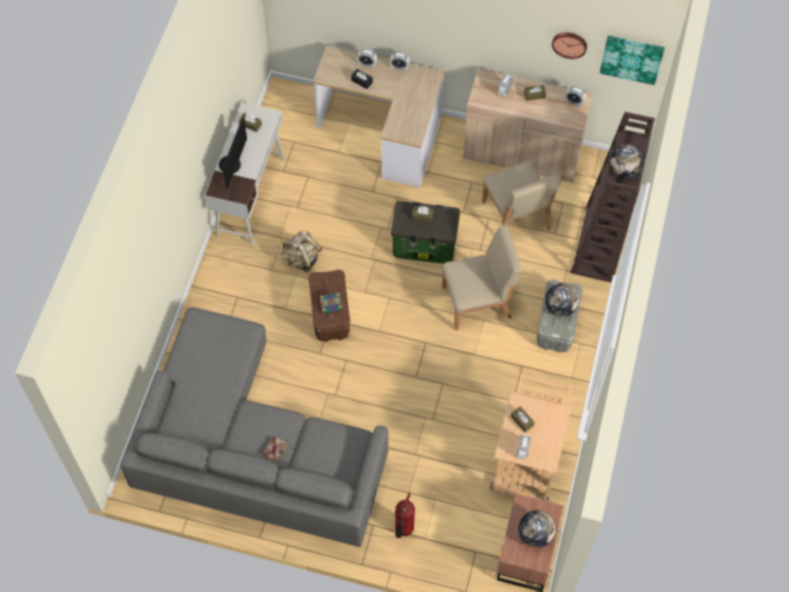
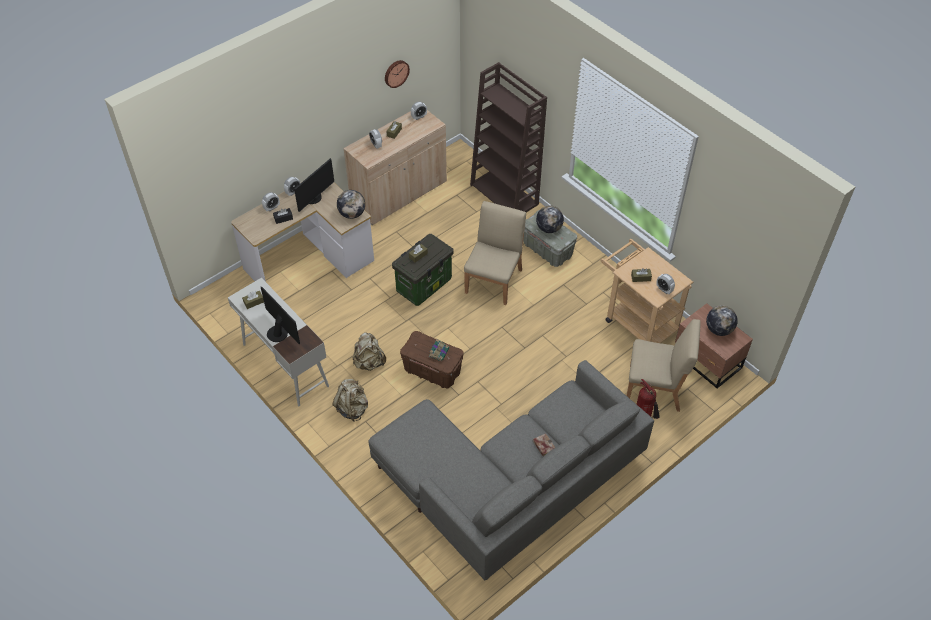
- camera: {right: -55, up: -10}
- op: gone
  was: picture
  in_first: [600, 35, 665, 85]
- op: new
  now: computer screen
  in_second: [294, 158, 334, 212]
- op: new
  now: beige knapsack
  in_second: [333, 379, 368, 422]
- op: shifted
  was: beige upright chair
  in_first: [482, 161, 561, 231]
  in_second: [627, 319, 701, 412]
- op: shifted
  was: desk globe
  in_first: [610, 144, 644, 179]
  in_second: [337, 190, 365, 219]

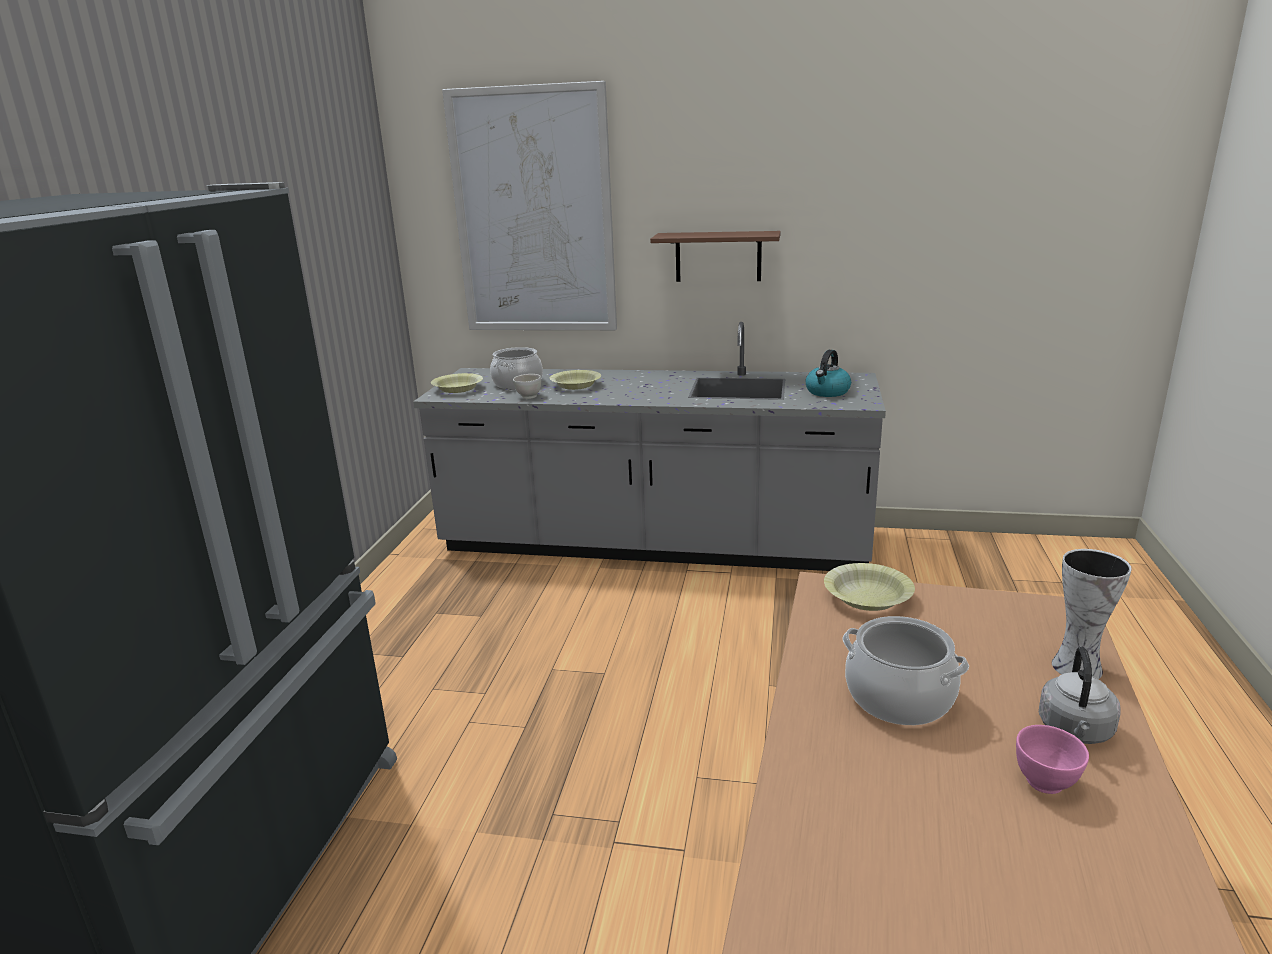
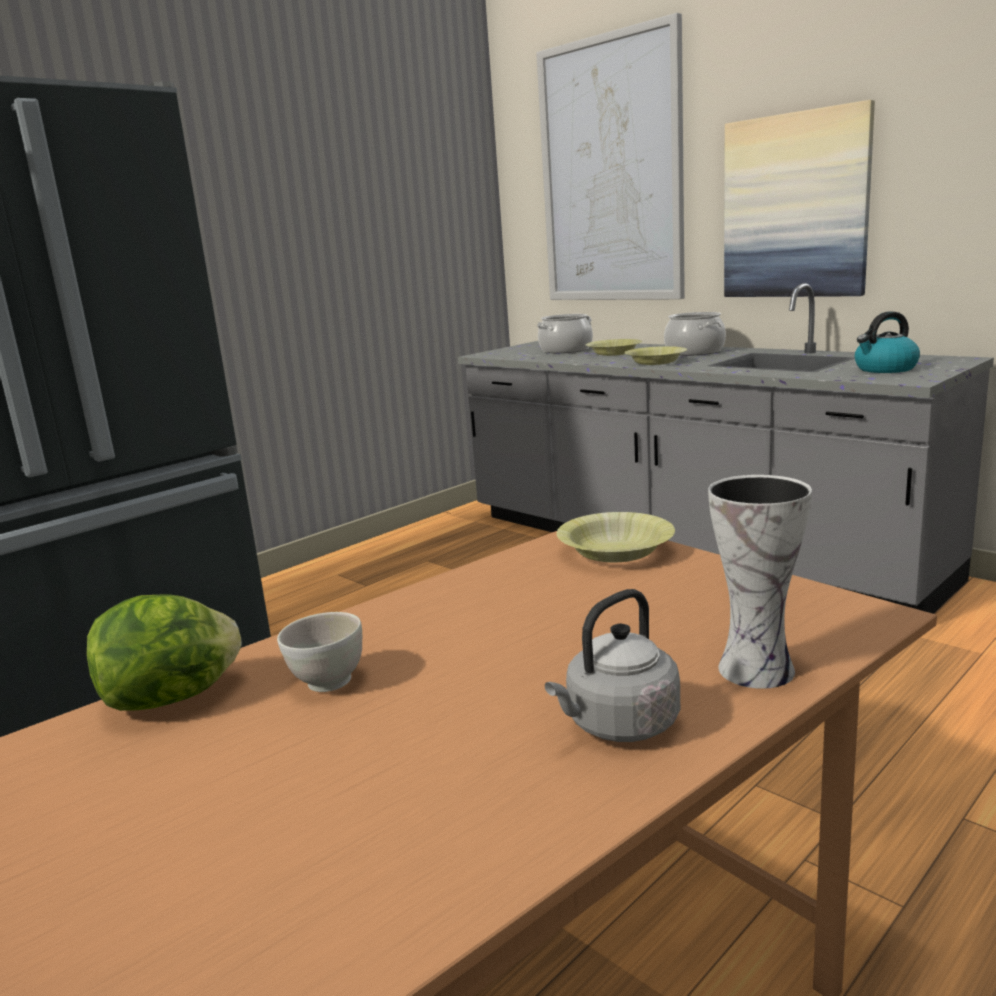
- camera: {right: 35, up: -5}
- op: gone
  was: pink deep dish
  in_first: [1016, 725, 1089, 794]
- op: new
  now: head of lettuce
  in_second: [87, 595, 242, 711]
- op: shifted
  was: yellow deep dish
  in_first: [431, 373, 483, 393]
  in_second: [624, 346, 687, 365]
- op: shifted
  was: whitish deep dish
  in_first: [513, 374, 541, 399]
  in_second: [277, 612, 362, 692]
- op: shifted
  was: cooking pot
  in_first: [842, 616, 969, 725]
  in_second: [664, 312, 726, 356]
- op: swapped
  was: brown bracket shelf
  now: picture
  in_first: [650, 231, 781, 282]
  in_second: [724, 100, 875, 297]

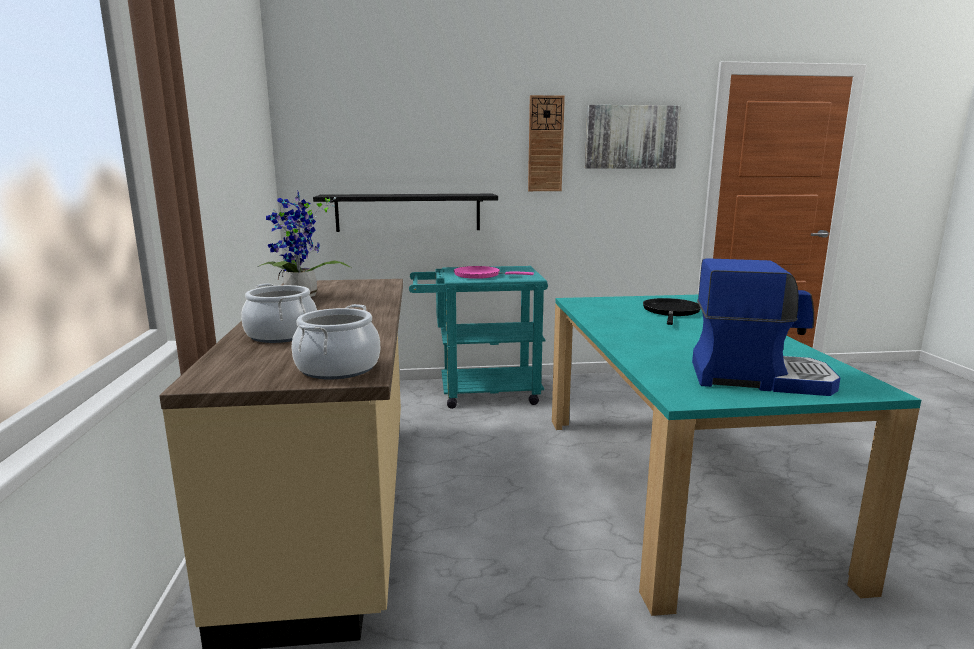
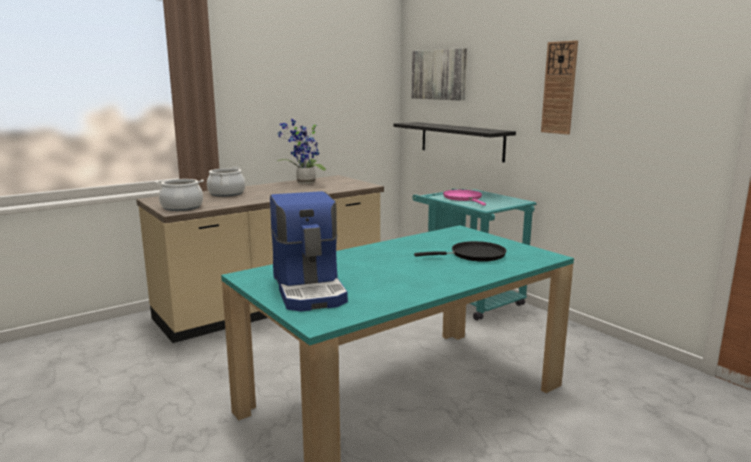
- camera: {right: 60, up: 0}
- op: shifted
  was: picture
  in_first: [585, 105, 681, 169]
  in_second: [412, 48, 467, 101]

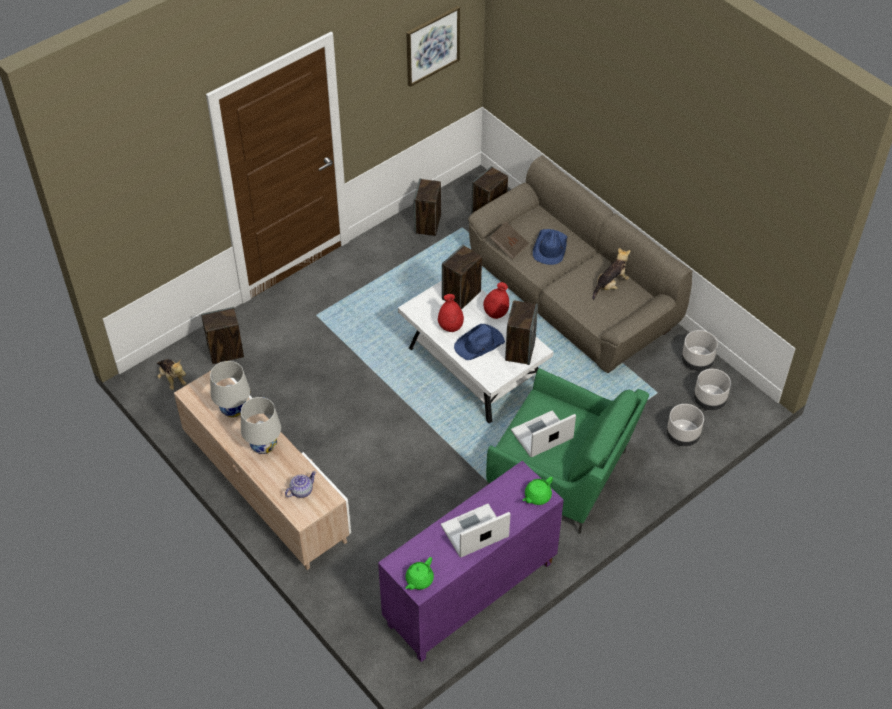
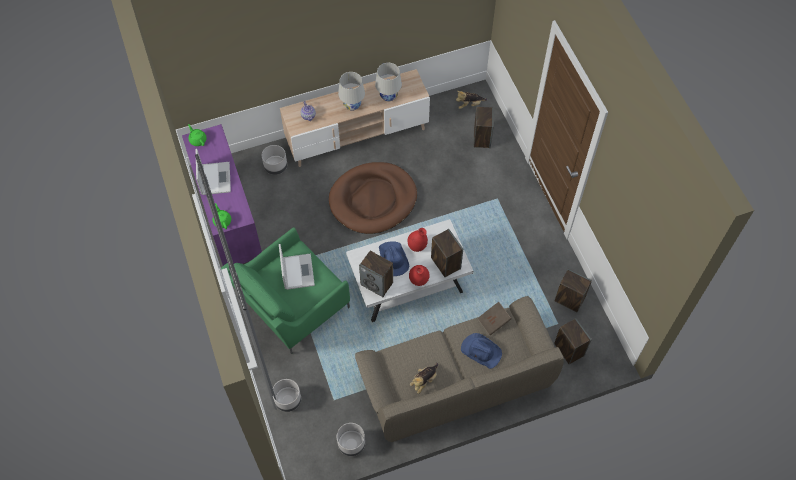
- camera: {right: 110, up: 10}
- op: gone
  was: picture
  in_first: [406, 6, 460, 87]
- op: new
  now: brown dog cushion
  in_second: [329, 162, 417, 234]
- op: shifted
  was: grey plant pot
  in_first: [694, 369, 731, 410]
  in_second: [262, 145, 287, 175]
- op: rotated
  was: soft toy
  in_first: [592, 248, 630, 299]
  in_second: [410, 363, 438, 394]
  clockwise: 60

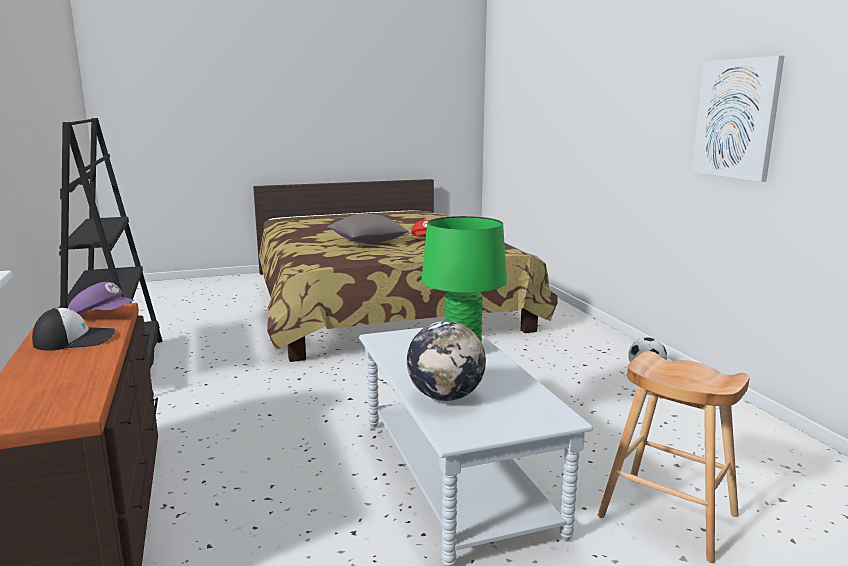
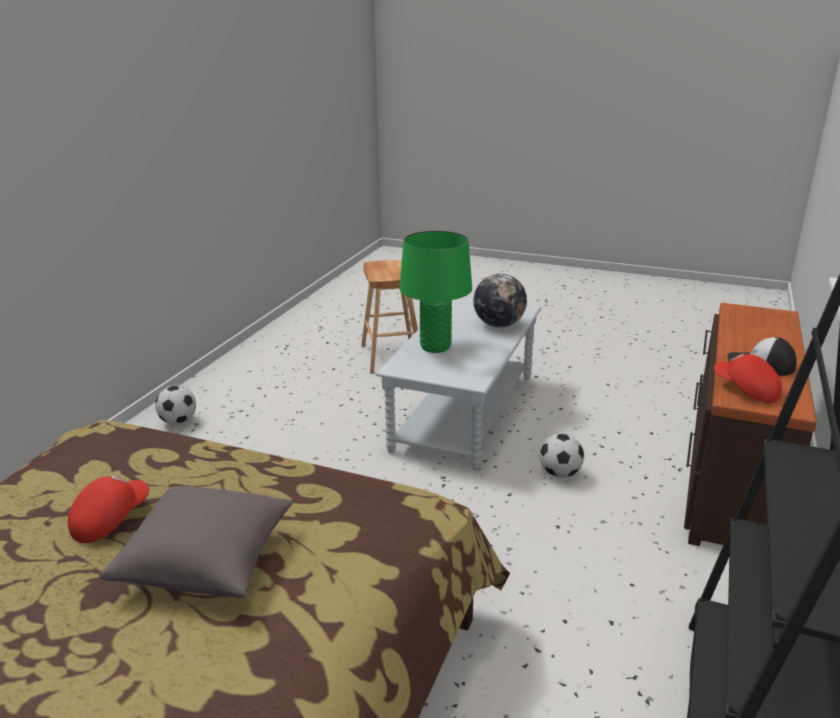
- camera: {right: -140, up: 10}
- op: gone
  was: picture
  in_first: [692, 55, 784, 182]
- op: new
  now: football ball
  in_second: [539, 433, 584, 478]
- op: repainted
  was: purple cap
  now: reddish cap
  in_first: [68, 282, 134, 315]
  in_second: [714, 354, 782, 403]

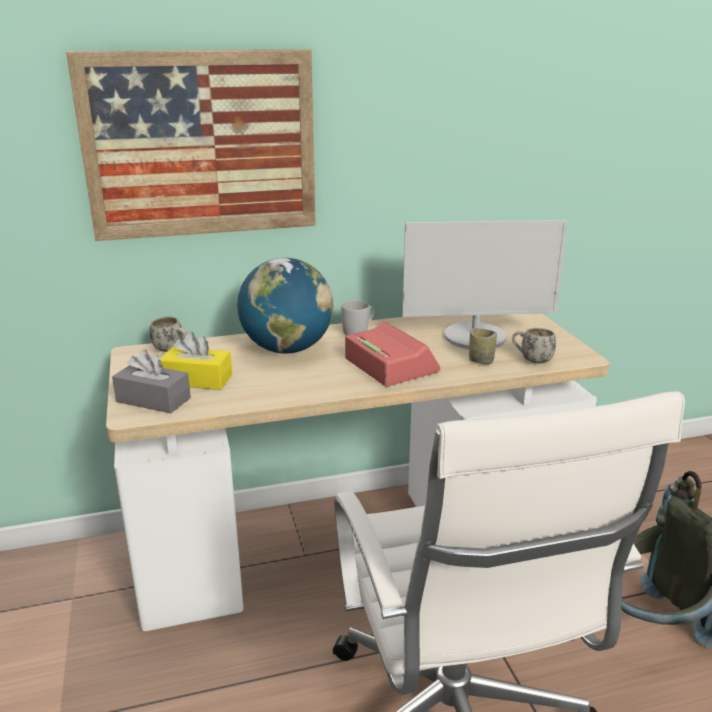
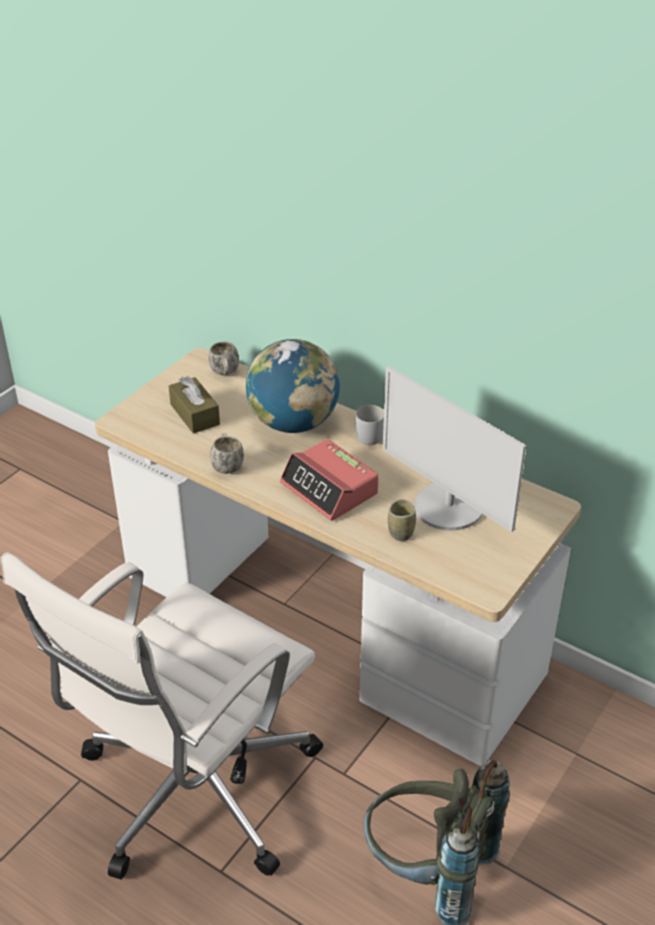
- camera: {right: 50, up: 15}
- op: gone
  was: picture
  in_first: [66, 49, 316, 241]
- op: gone
  was: grey tissue holder
  in_first: [112, 350, 191, 413]
- op: shifted
  was: whitish coffee mug
  in_first: [512, 328, 556, 364]
  in_second: [210, 433, 244, 474]
- op: repainted
  was: yellow tissue holder
  now: brown tissue holder
  in_first: [160, 332, 232, 390]
  in_second: [169, 376, 220, 434]
- op: rotated
  was: table clock
  in_first: [345, 321, 440, 387]
  in_second: [280, 439, 378, 521]
  clockwise: 120

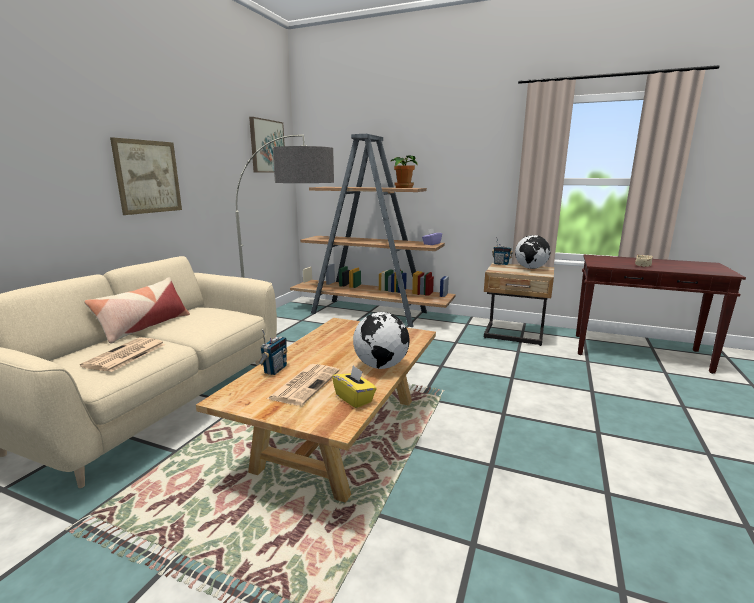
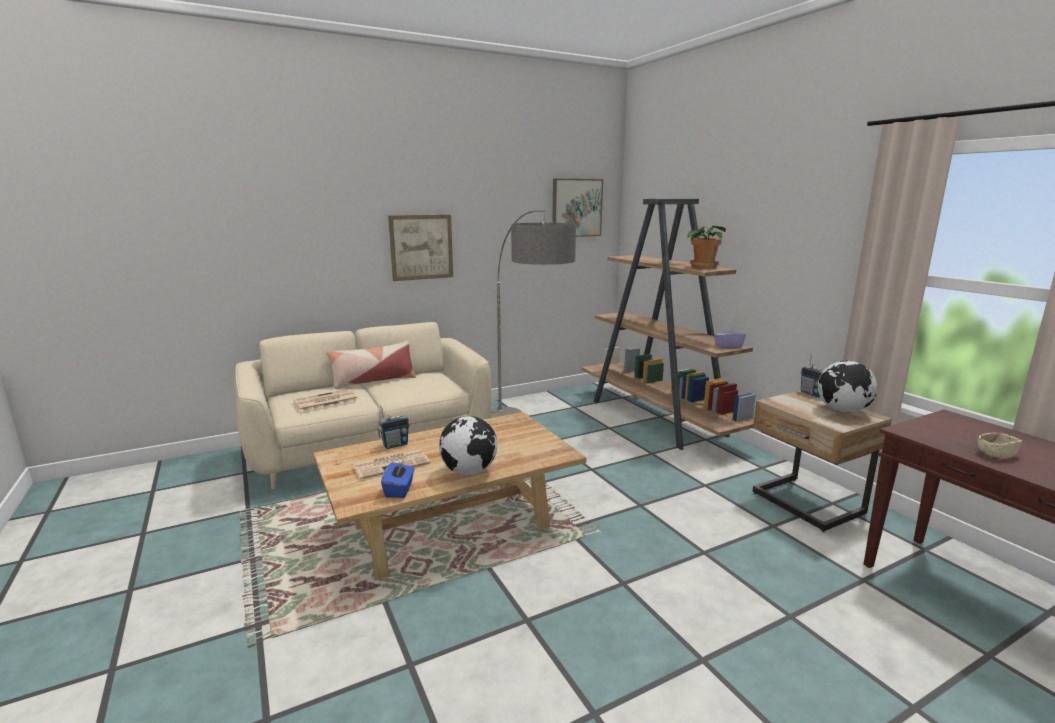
- camera: {right: 40, up: 0}
- op: repainted
  was: yellow tissue holder
  now: bluish tissue holder
  in_first: [332, 365, 377, 408]
  in_second: [381, 460, 415, 498]

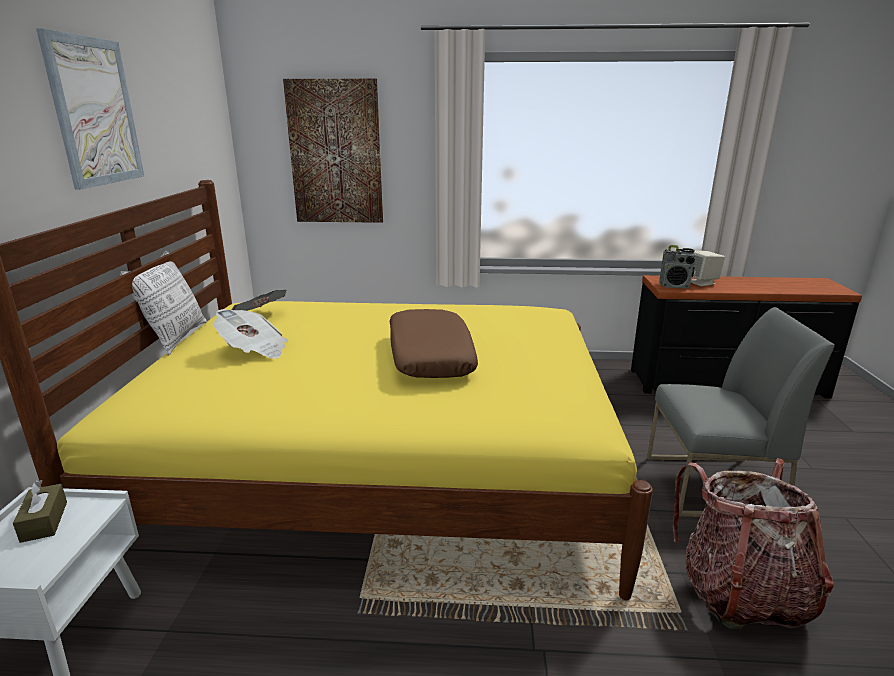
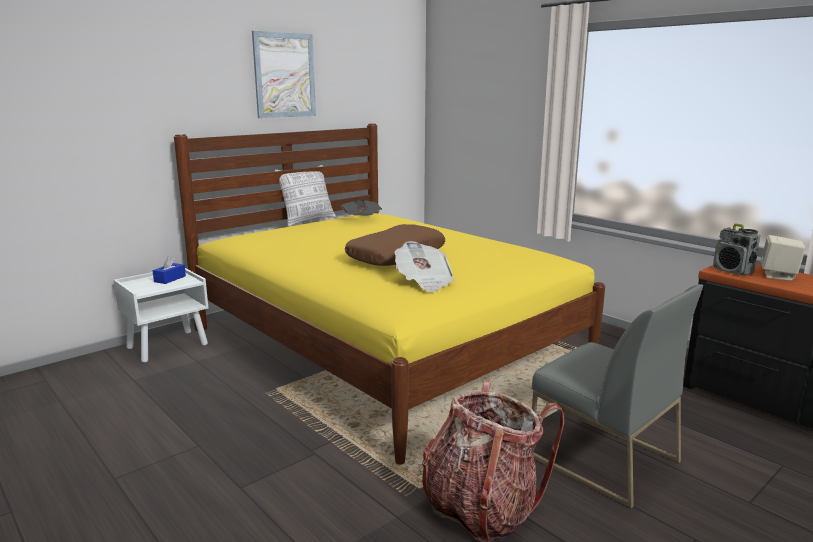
- camera: {right: 45, up: -5}
- op: gone
  was: picture
  in_first: [283, 79, 383, 223]
- op: shifted
  was: daily paper
  in_first: [213, 309, 288, 359]
  in_second: [394, 241, 455, 292]
- op: repainted
  was: brown tissue holder
  now: bluish tissue holder
  in_first: [13, 480, 67, 543]
  in_second: [153, 256, 186, 284]

